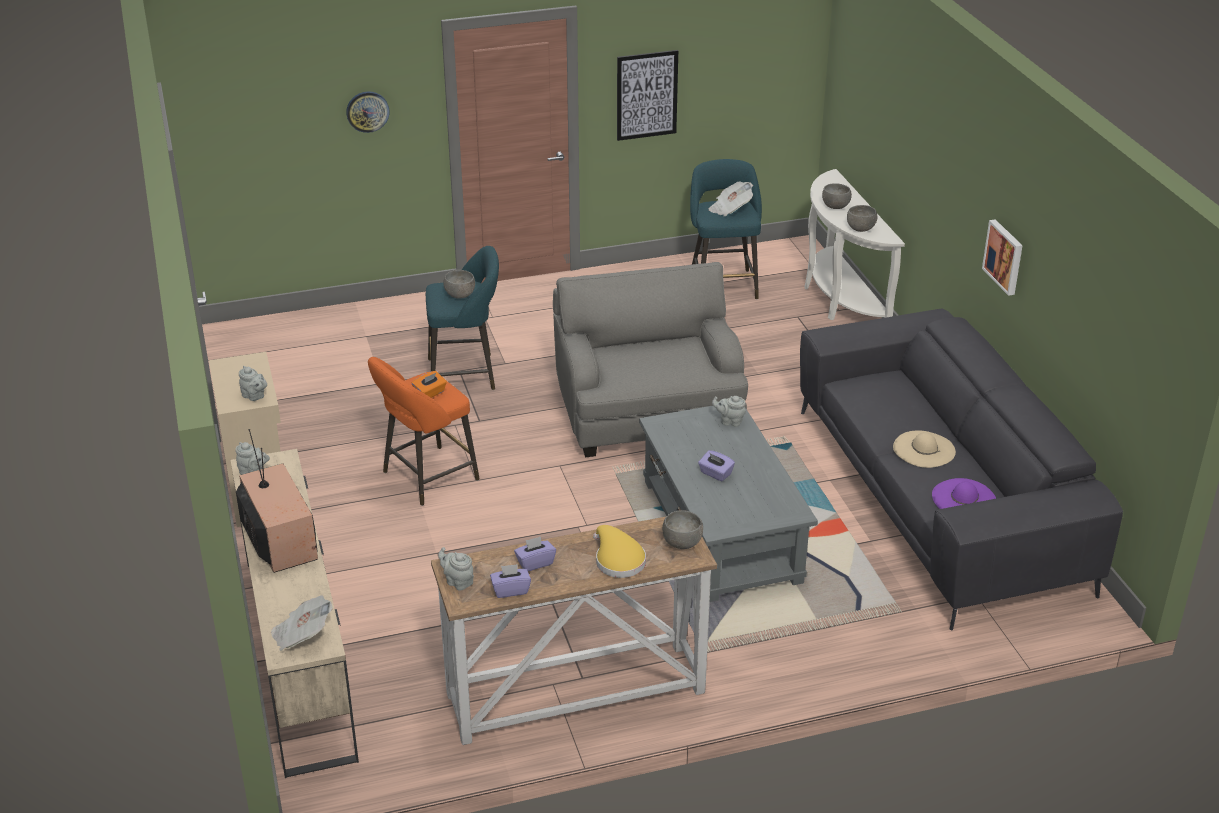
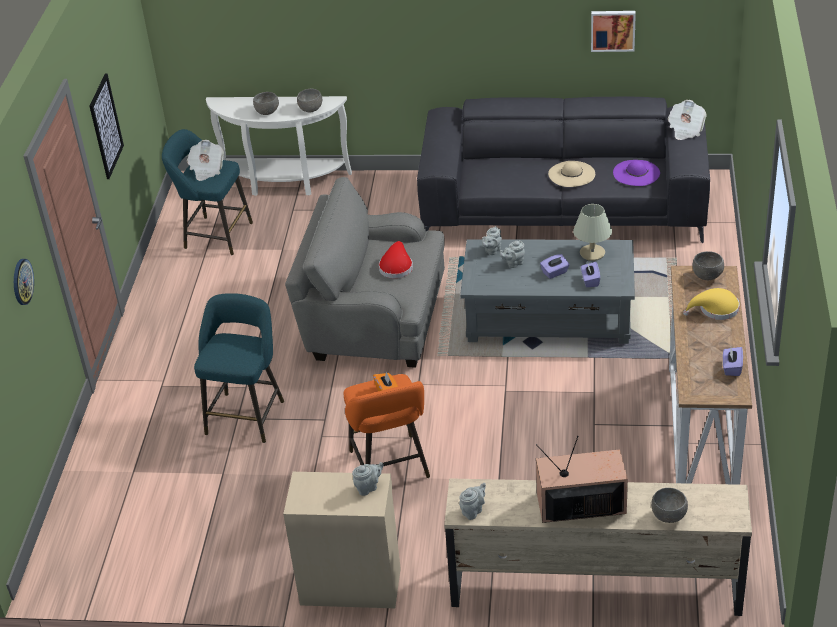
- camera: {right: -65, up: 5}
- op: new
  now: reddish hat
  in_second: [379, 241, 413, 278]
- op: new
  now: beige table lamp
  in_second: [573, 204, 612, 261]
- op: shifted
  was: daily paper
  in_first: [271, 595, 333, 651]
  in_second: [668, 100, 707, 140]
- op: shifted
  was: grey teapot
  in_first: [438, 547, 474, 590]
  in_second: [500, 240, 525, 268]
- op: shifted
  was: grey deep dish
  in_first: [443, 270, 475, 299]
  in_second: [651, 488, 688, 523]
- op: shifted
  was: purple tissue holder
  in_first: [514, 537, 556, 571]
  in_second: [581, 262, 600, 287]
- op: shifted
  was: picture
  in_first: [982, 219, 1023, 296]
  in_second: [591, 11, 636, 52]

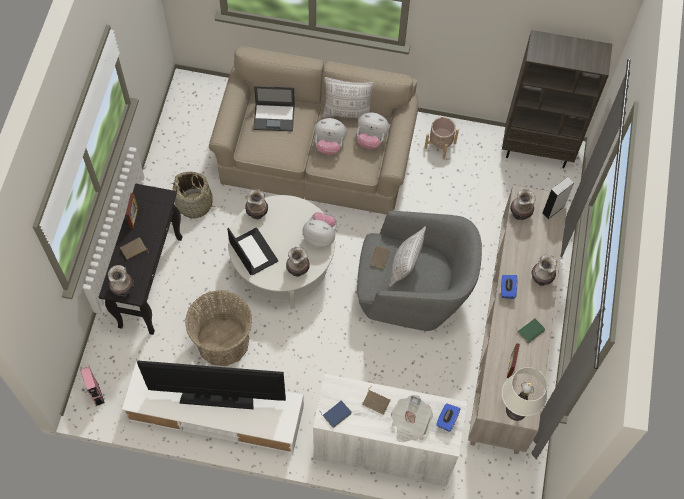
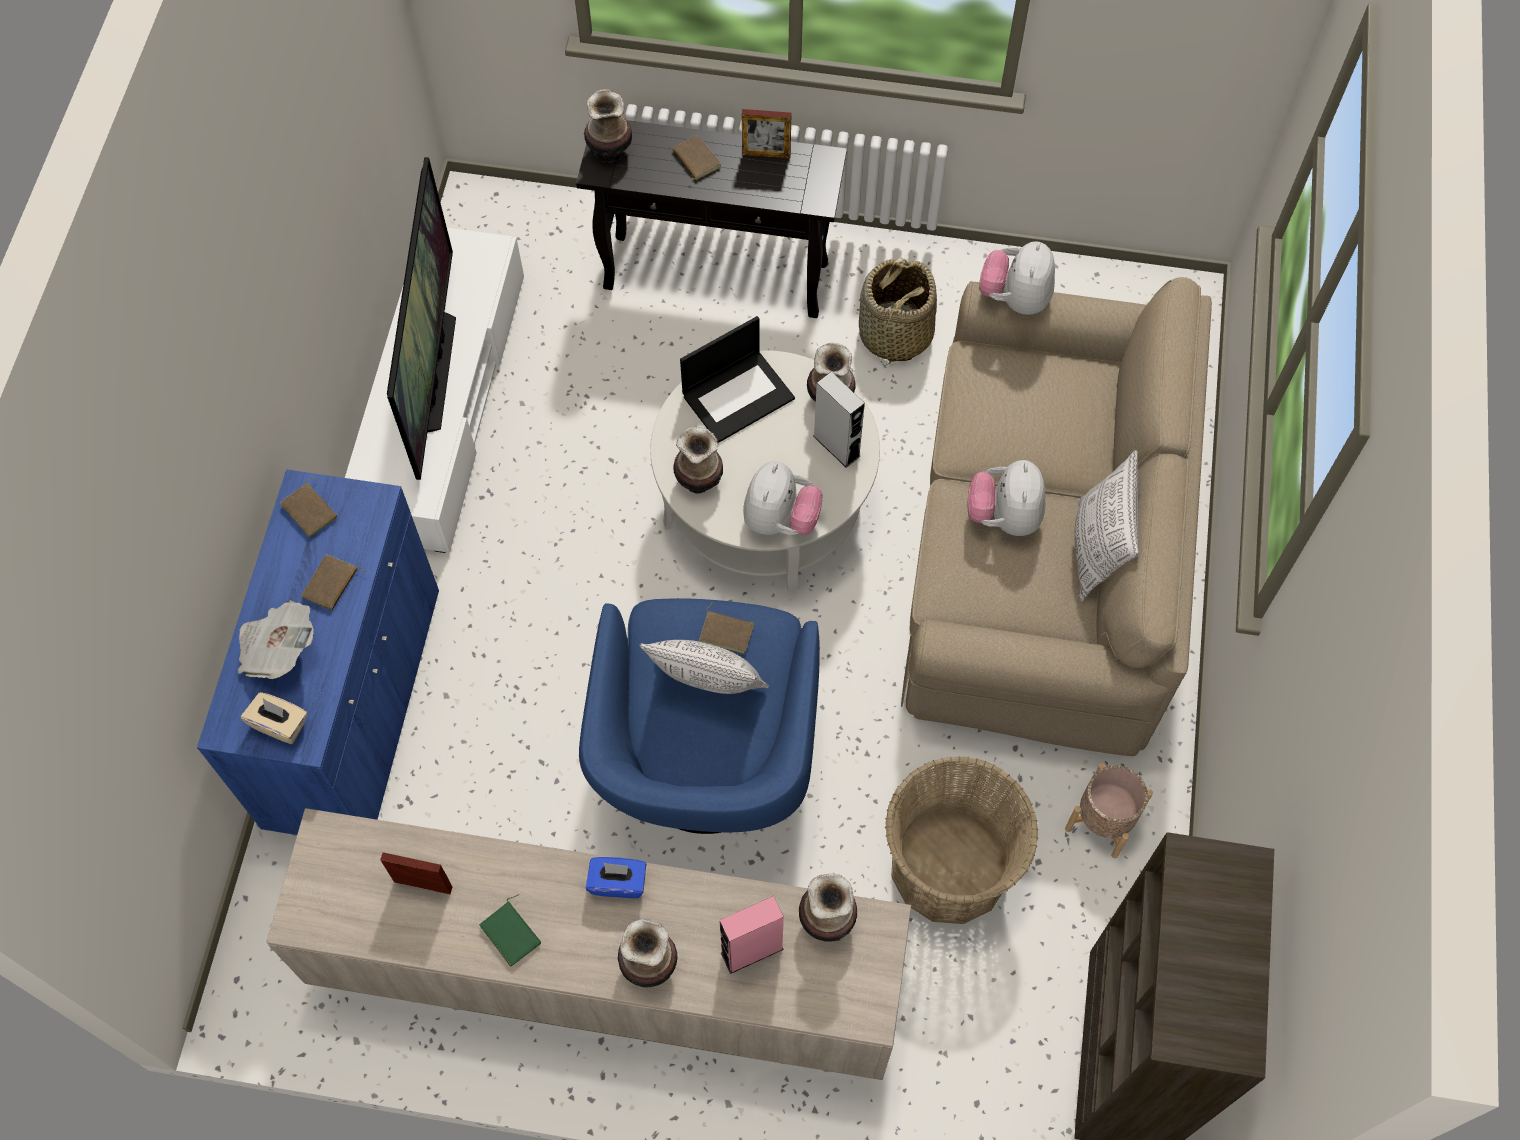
- camera: {right: 90, up: 0}
- op: gone
  was: portable computer
  in_first: [253, 86, 295, 132]
- op: gone
  was: whitish table lamp
  in_first: [502, 367, 547, 421]
- op: shifted
  was: pink loudspeaker
  in_first: [80, 367, 105, 406]
  in_second: [720, 896, 784, 974]
- op: shifted
  was: basket
  in_first: [185, 290, 252, 366]
  in_second: [885, 756, 1039, 924]
- op: shifted
  was: soft toy
  in_first: [357, 113, 389, 149]
  in_second: [979, 241, 1055, 315]
- op: shifted
  was: grey loudspeaker
  in_first: [542, 177, 574, 219]
  in_second: [813, 372, 865, 468]
- op: repainted
  was: whitish cabinet
  now: bluish cabinet
  in_first: [313, 374, 467, 487]
  in_second: [197, 469, 439, 835]
- op: repainted
  was: bluish bound book
  now: brown bound book
  in_first: [320, 401, 352, 428]
  in_second: [280, 477, 337, 537]
- op: repainted
  was: grey easy chair
  now: bluish easy chair
  in_first: [357, 211, 482, 331]
  in_second: [579, 598, 820, 834]
- op: repainted
  was: bluish tissue holder
  now: beige tissue holder
  in_first: [436, 403, 460, 432]
  in_second: [241, 692, 307, 744]

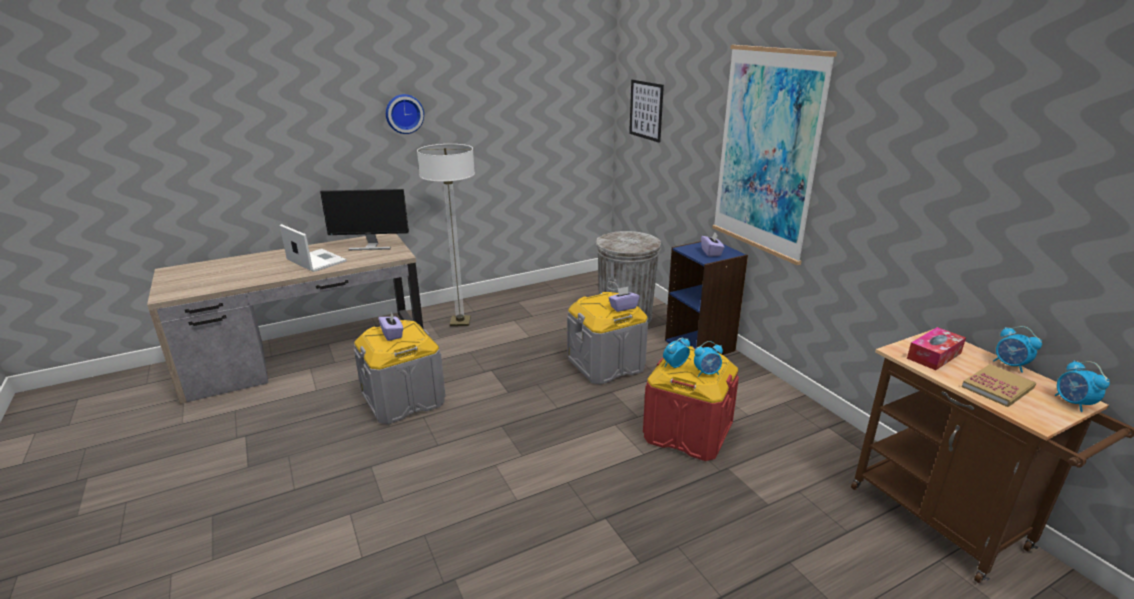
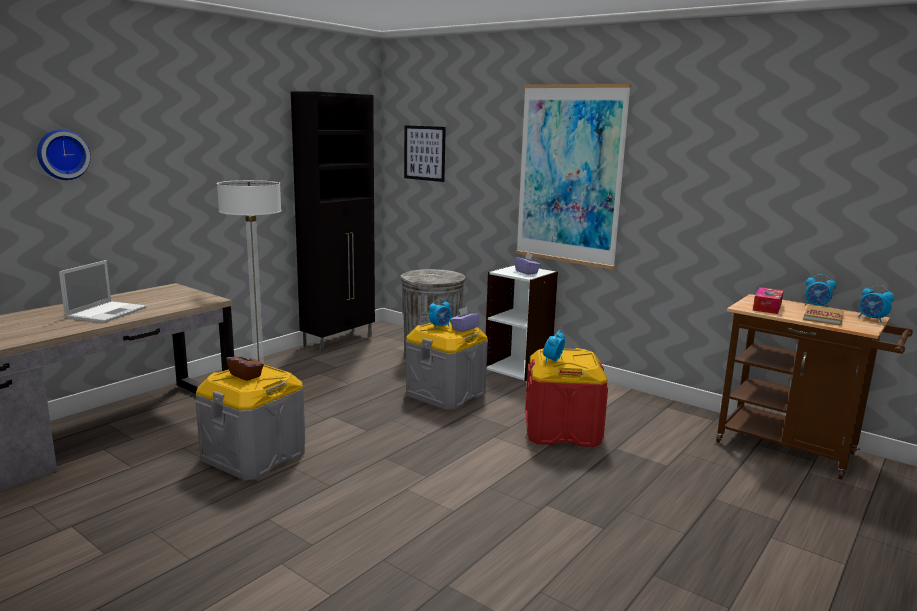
- camera: {right: -25, up: -10}
- op: gone
  was: computer screen
  in_first: [320, 189, 409, 250]
- op: new
  now: black cabinet
  in_second: [291, 92, 375, 353]
- op: shifted
  was: clock on the wall
  in_first: [386, 94, 424, 134]
  in_second: [37, 129, 91, 180]
- op: shifted
  was: table clock
  in_first: [694, 341, 723, 377]
  in_second: [429, 299, 451, 329]
- op: repainted
  was: purple tissue holder
  now: brown tissue holder
  in_first: [378, 312, 403, 341]
  in_second: [226, 349, 264, 381]
- op: repainted
  was: bluish shelving unit
  now: whitish shelving unit
  in_first: [665, 241, 748, 355]
  in_second: [486, 264, 558, 381]
- op: rotated
  was: portable computer
  in_first: [280, 224, 347, 272]
  in_second: [59, 260, 147, 323]
  clockwise: 90

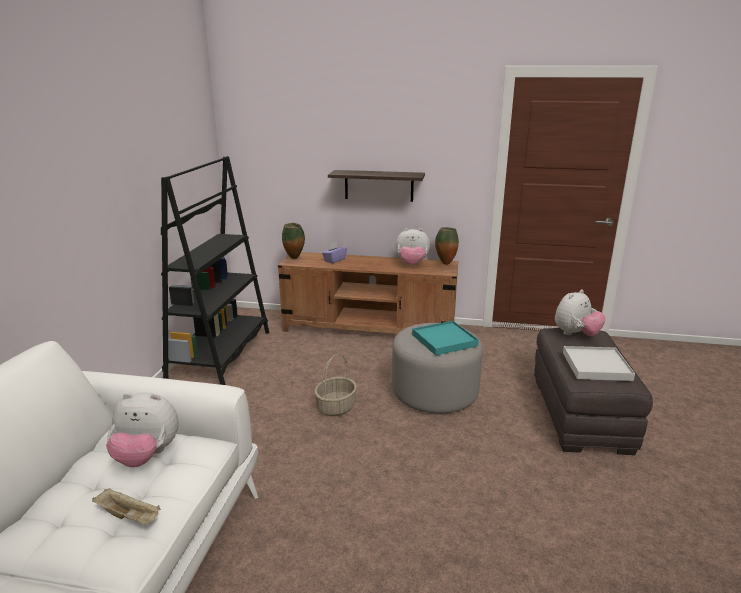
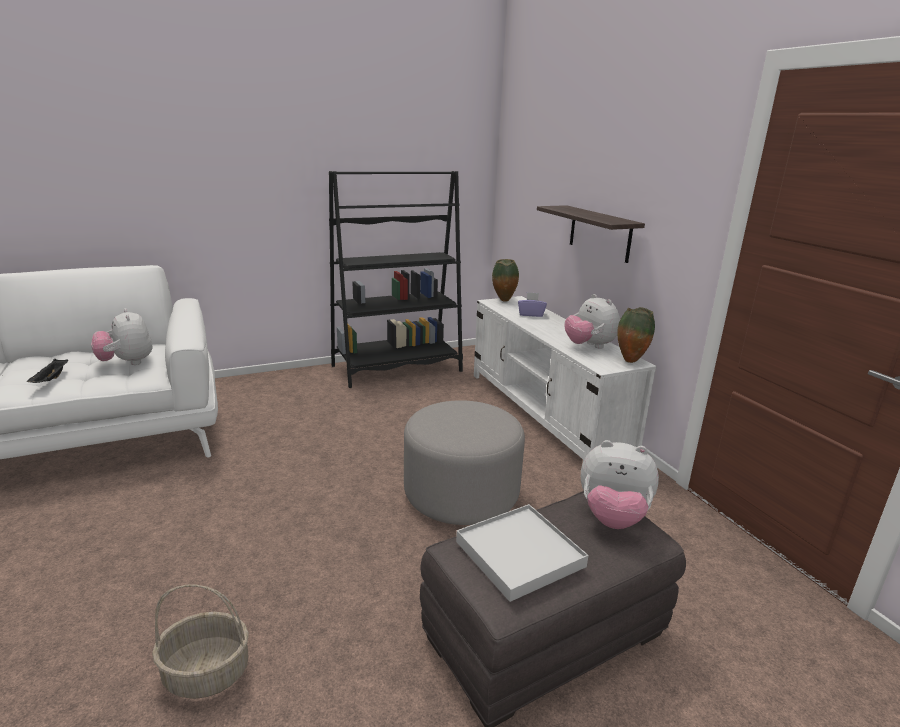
- camera: {right: 55, up: 0}
- op: gone
  was: blue-green tray
  in_first: [412, 321, 479, 356]
- op: shifted
  was: basket
  in_first: [314, 353, 357, 416]
  in_second: [152, 584, 249, 699]
- op: repainted
  was: beige tray
  now: black tray
  in_first: [92, 488, 161, 525]
  in_second: [26, 359, 69, 383]
- op: repainted
  was: brown tv stand
  now: whitish tv stand
  in_first: [278, 252, 458, 334]
  in_second: [474, 296, 656, 461]

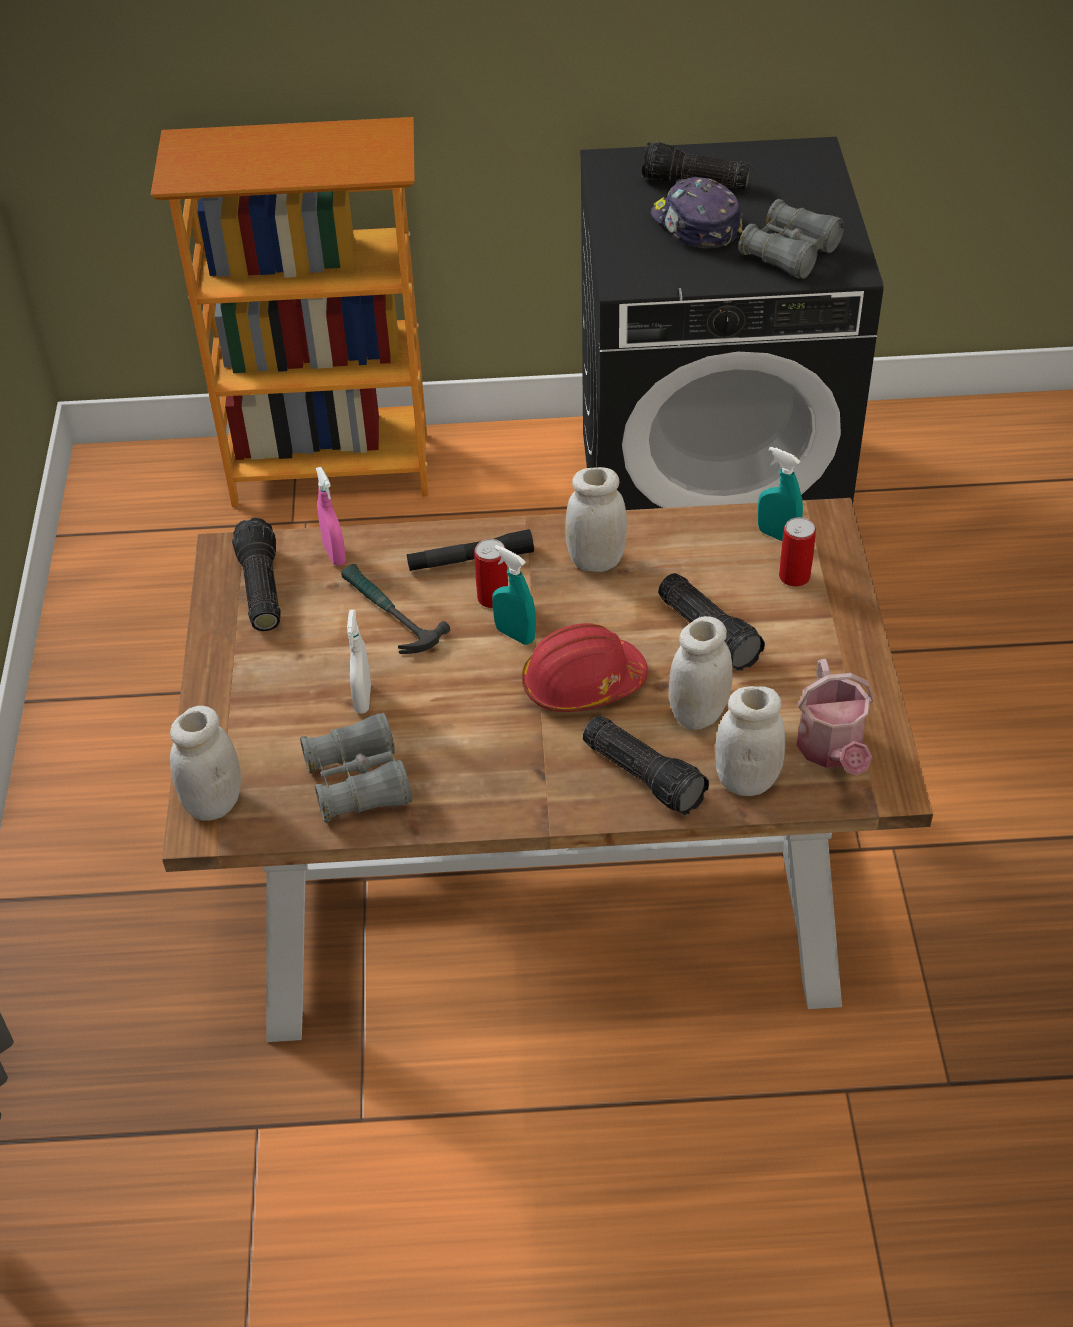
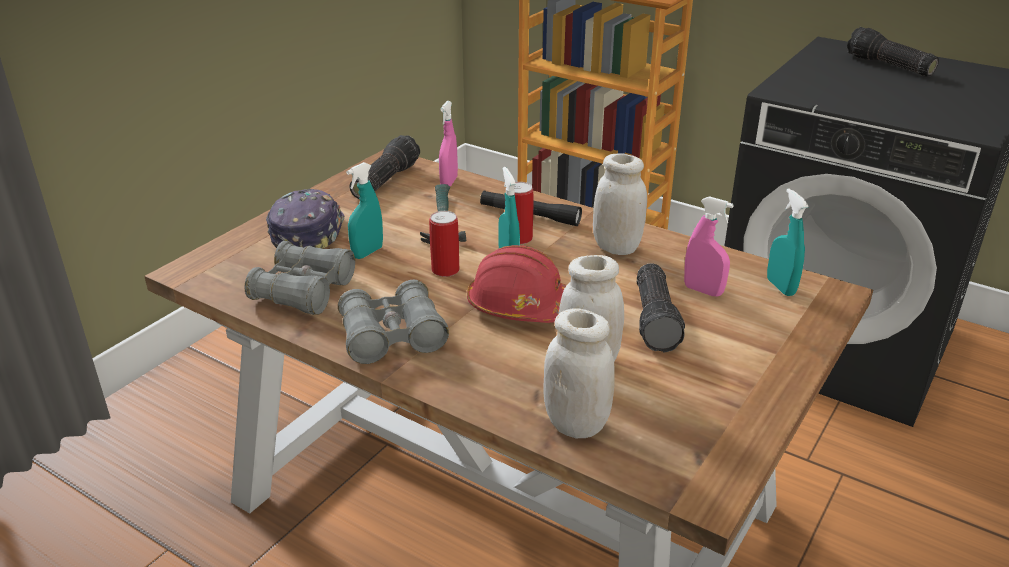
- camera: {right: 35, up: -15}
- op: gone
  was: whitish storage jar
  in_first: [170, 706, 241, 821]
- op: gone
  was: torch
  in_first: [583, 716, 709, 815]
- op: gone
  was: watering pot
  in_first: [796, 659, 874, 776]
- op: new
  now: pink hand sprayer
  in_second: [684, 196, 734, 297]
- op: shifted
  was: cap
  in_first: [651, 177, 743, 249]
  in_second: [266, 189, 344, 249]
- op: shifted
  was: grey binoculars
  in_first: [739, 199, 844, 279]
  in_second: [338, 280, 449, 364]
- op: shifted
  was: metal can
  in_first: [779, 517, 816, 587]
  in_second: [429, 211, 459, 277]
- op: repainted
  was: whitish hand sprayer
  now: blue-green hand sprayer
  in_first: [347, 610, 371, 714]
  in_second: [346, 162, 383, 259]

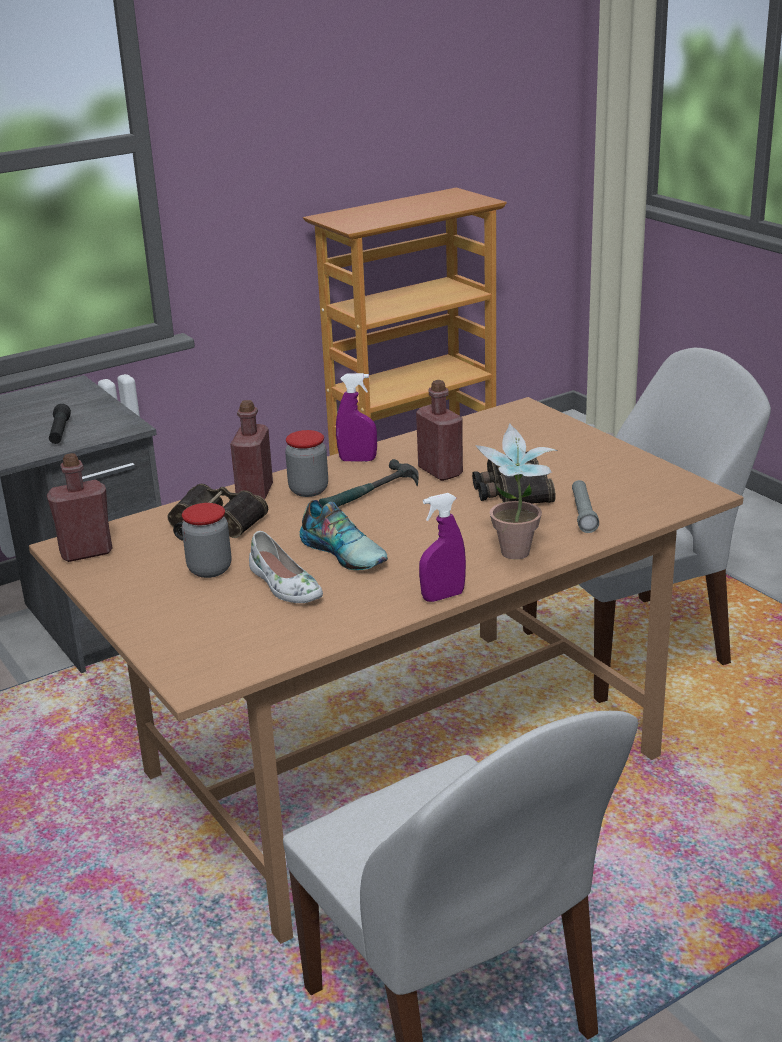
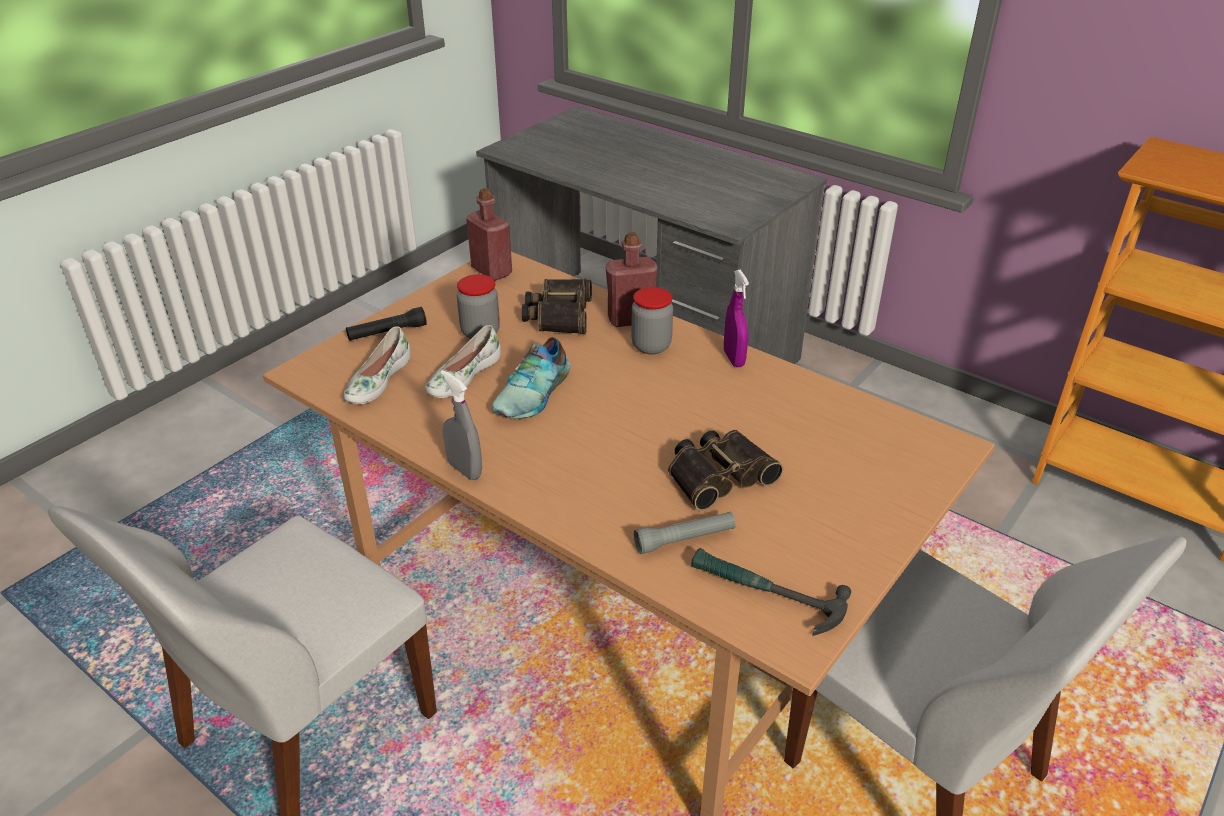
- camera: {right: 70, up: 10}
- op: gone
  was: reddish drink bottle
  in_first: [416, 380, 463, 481]
- op: gone
  was: potted plant
  in_first: [475, 423, 557, 560]
- op: new
  now: whitish shoe
  in_second: [344, 326, 411, 404]
- op: shifted
  was: black torch
  in_first: [49, 404, 71, 444]
  in_second: [346, 307, 427, 341]
- op: shifted
  was: tool hammer
  in_first: [319, 459, 419, 507]
  in_second: [691, 548, 851, 636]
- op: repainted
  was: purple hand sprayer
  now: grey hand sprayer
  in_first: [419, 493, 466, 602]
  in_second: [440, 370, 482, 480]

